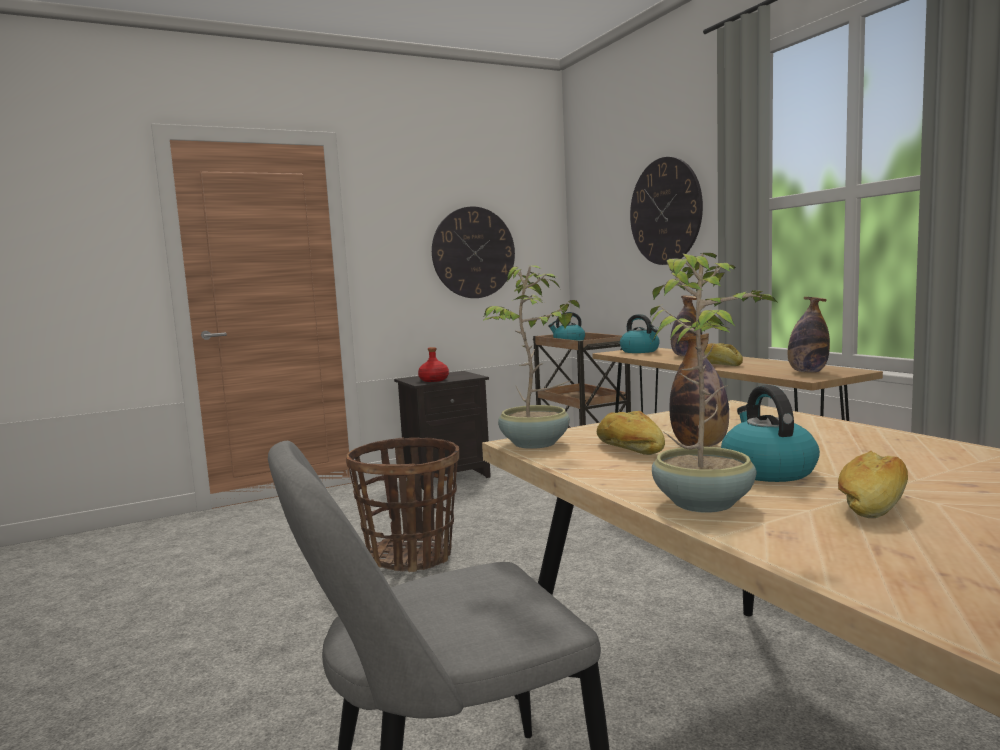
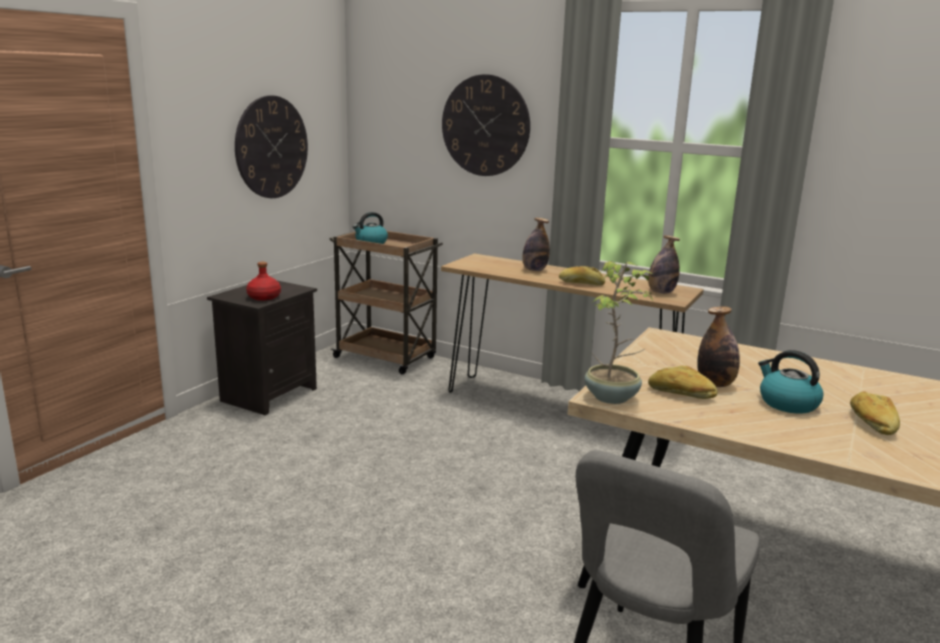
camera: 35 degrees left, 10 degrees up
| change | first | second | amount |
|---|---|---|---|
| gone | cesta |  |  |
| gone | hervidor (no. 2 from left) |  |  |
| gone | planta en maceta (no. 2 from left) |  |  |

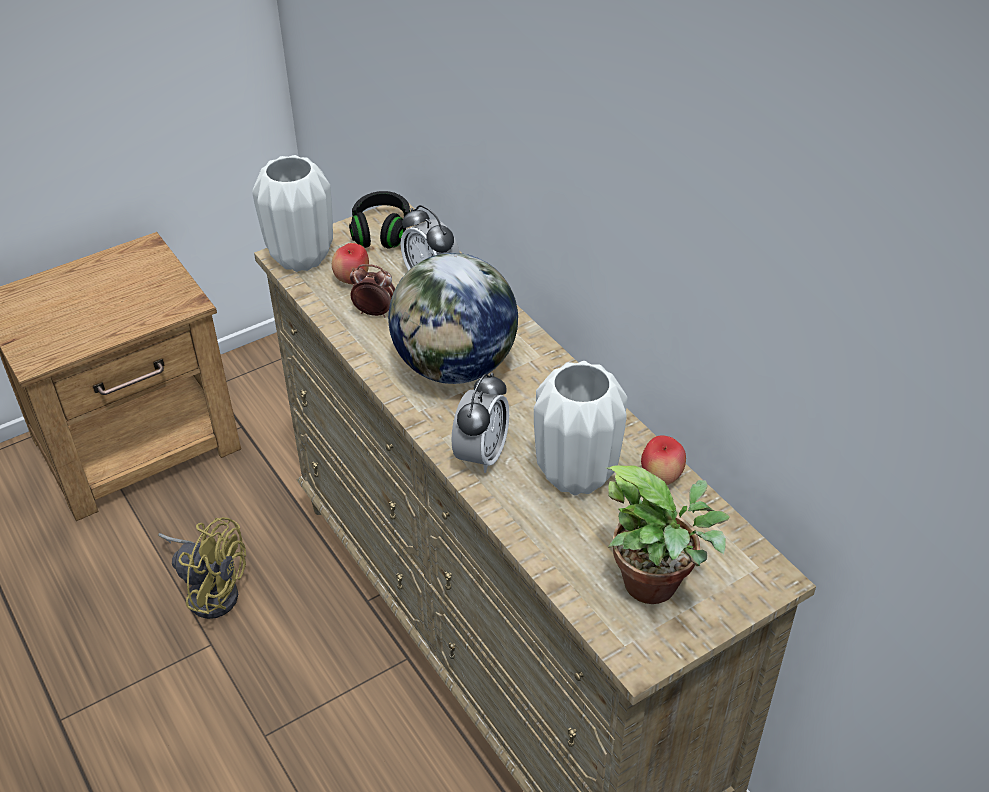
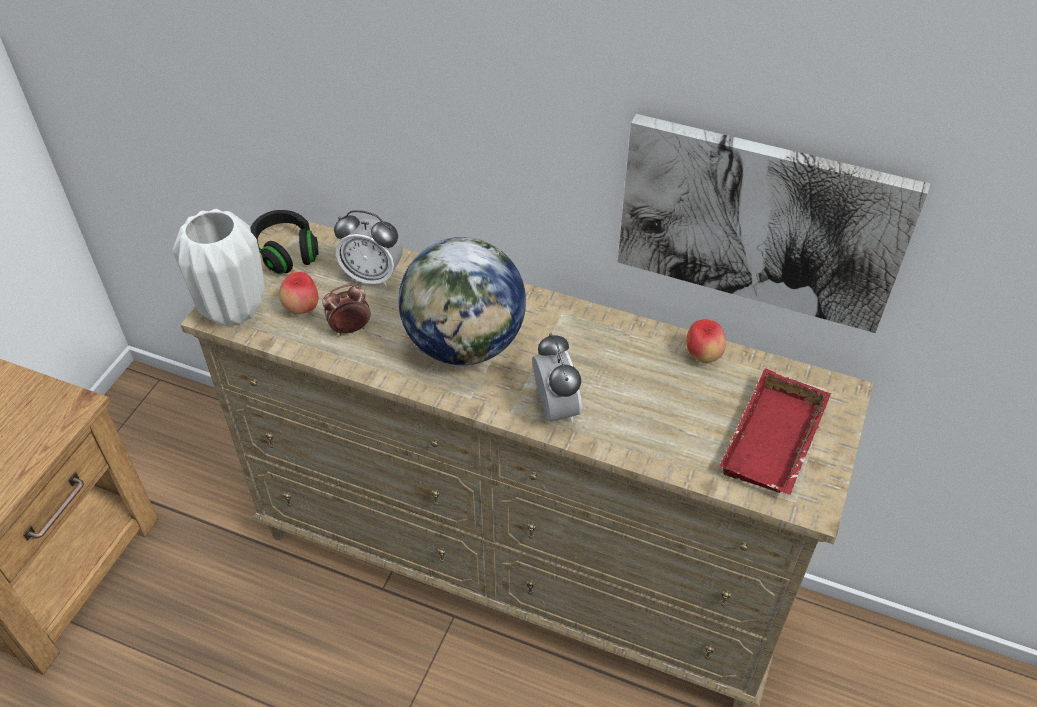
camera: 35 degrees left, 5 degrees up
| change | first | second | amount |
|---|---|---|---|
| gone | ventilador [amarillo] |  |  |
| gone | florero [blanco] (no. 2 from left) |  |  |
| swapped | planta en maceta | bandeja [rojo] |  |
| new |  | cuadro |  |

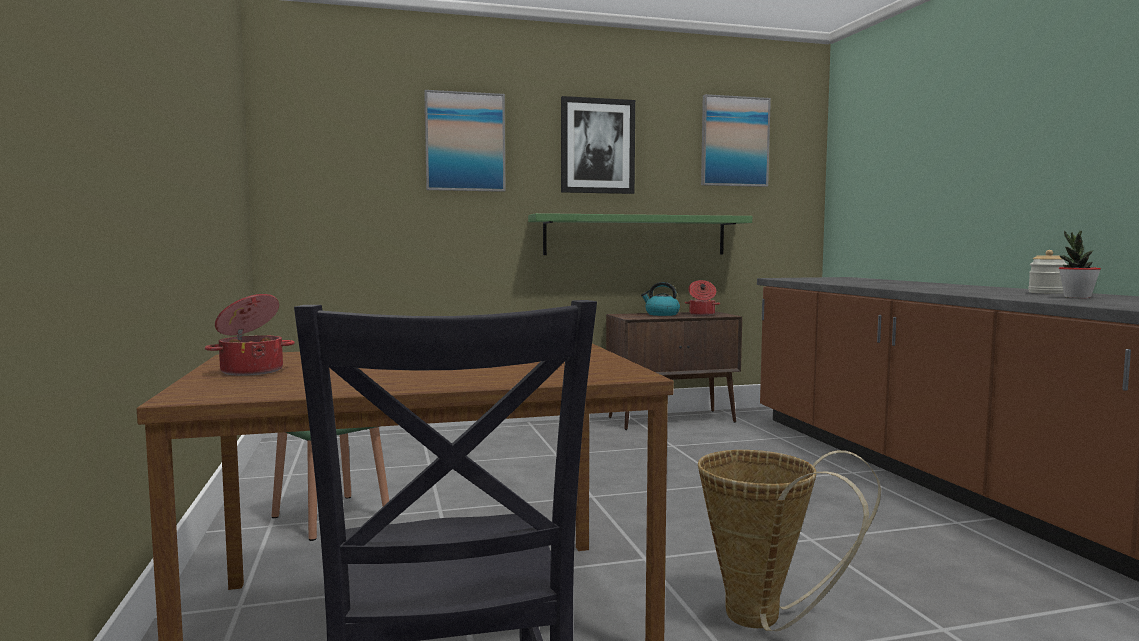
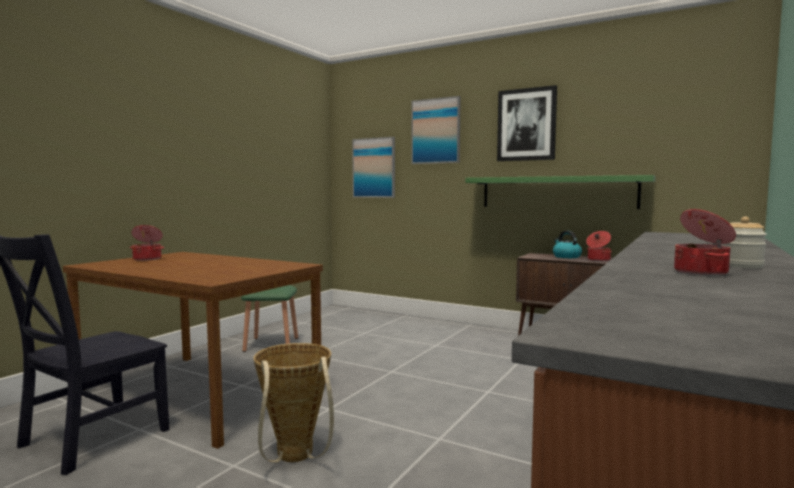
camera: 45 degrees right, 0 degrees up
| change | first | second | amount |
|---|---|---|---|
| shifted | cuadro (no. 3 from left in the first image) | cuadro (no. 1 from left) |  |
| swapped | planta en maceta | olla (no. 3 from left) |  |

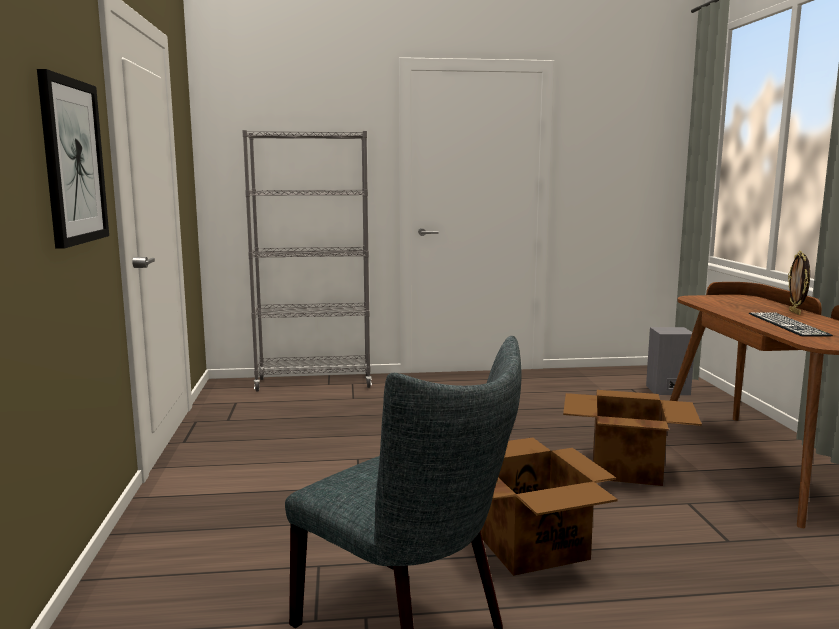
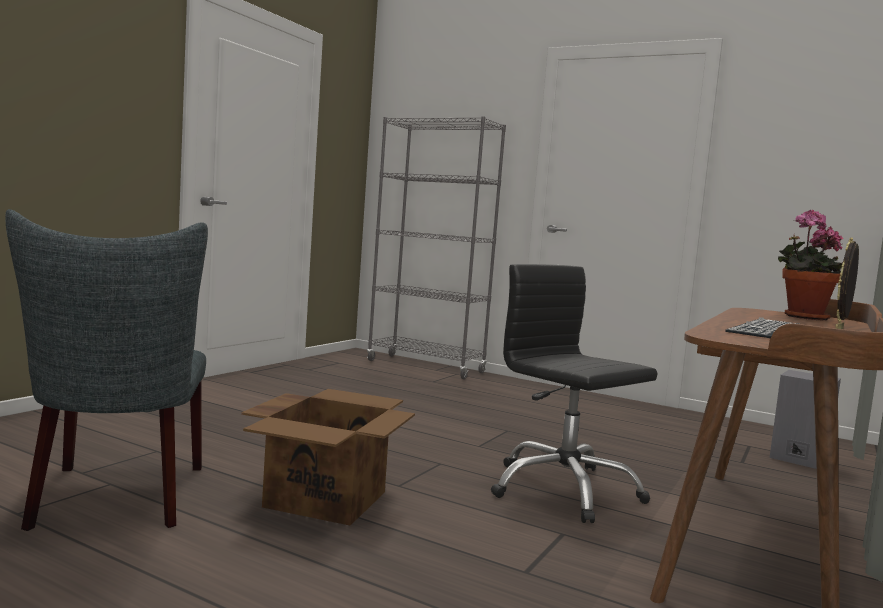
camera: 35 degrees right, 5 degrees down
| change | first | second | amount |
|---|---|---|---|
| gone | cuadro |  |  |
| swapped | caja de cartón (no. 2 from left) | silla de oficina [negro] |  |
| new |  | planta en maceta |  |

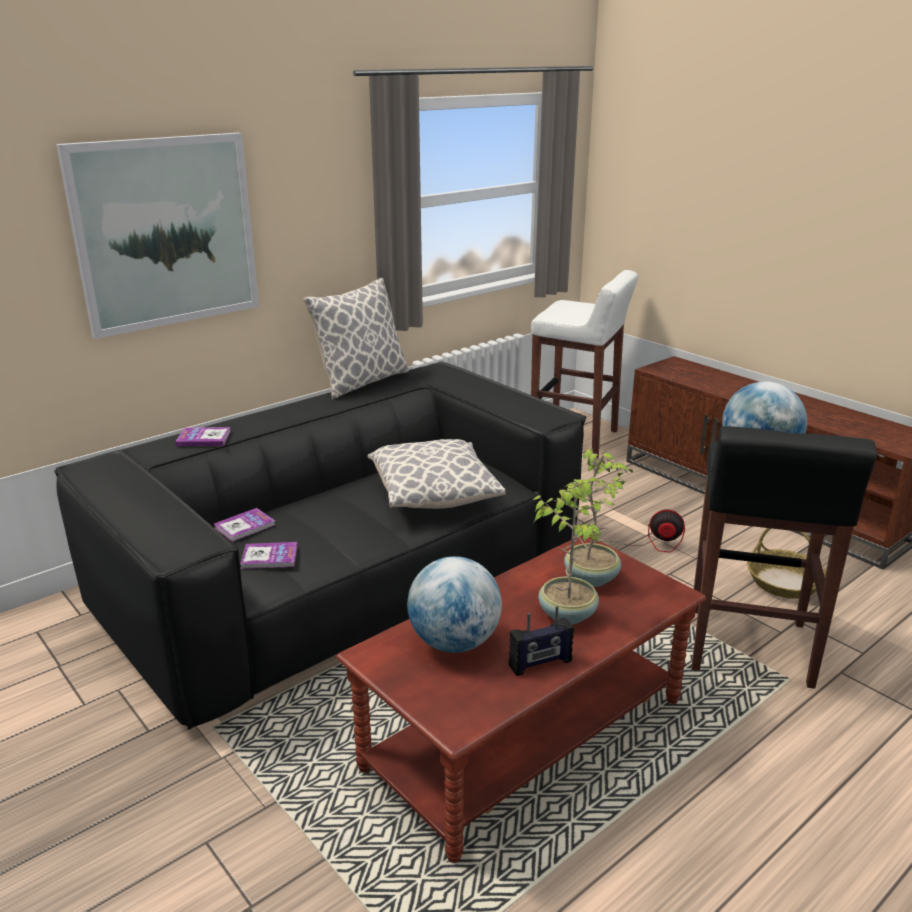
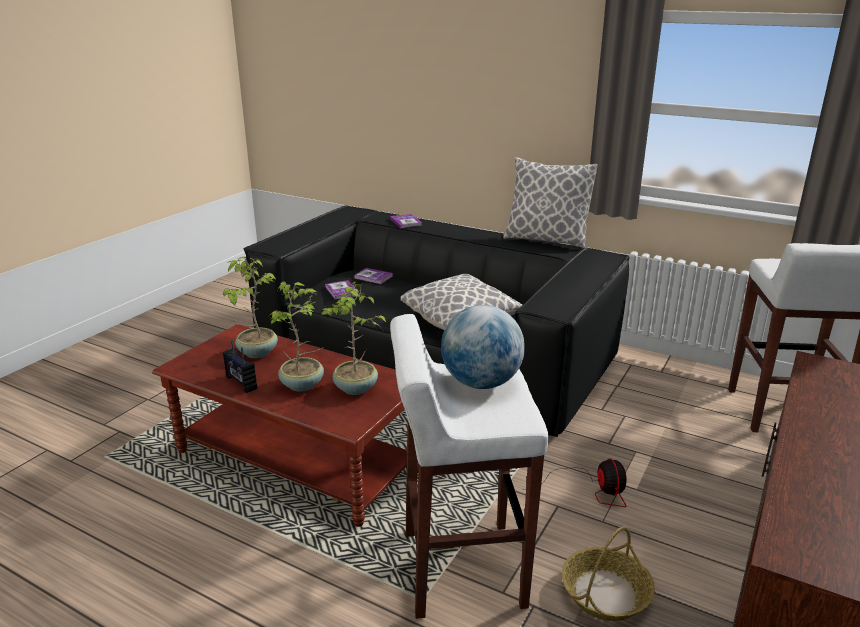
camera: 70 degrees right, 0 degrees up
| change | first | second | amount |
|---|---|---|---|
| gone | cuadro |  |  |
| swapped | globo terráqueo (no. 1 from left) | planta en maceta (no. 1 from left) |  |
| repainted | taburete [negro] | taburete [blanco] (no. 1 from left) |  |

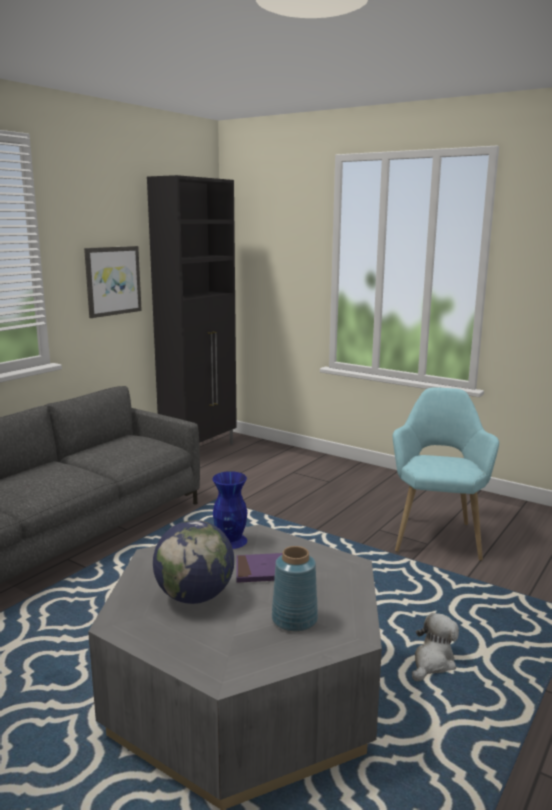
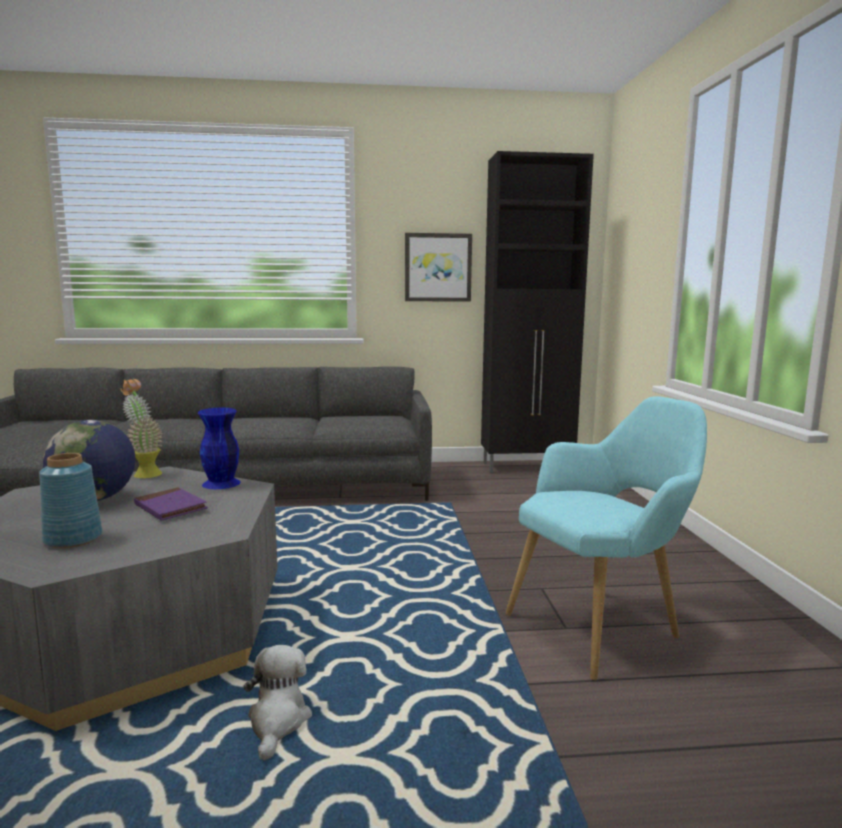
camera: 50 degrees right, 5 degrees down
| change | first | second | amount |
|---|---|---|---|
| rotated | peluche |  | 90 degrees counterclockwise |
| new |  | planta en maceta |  |

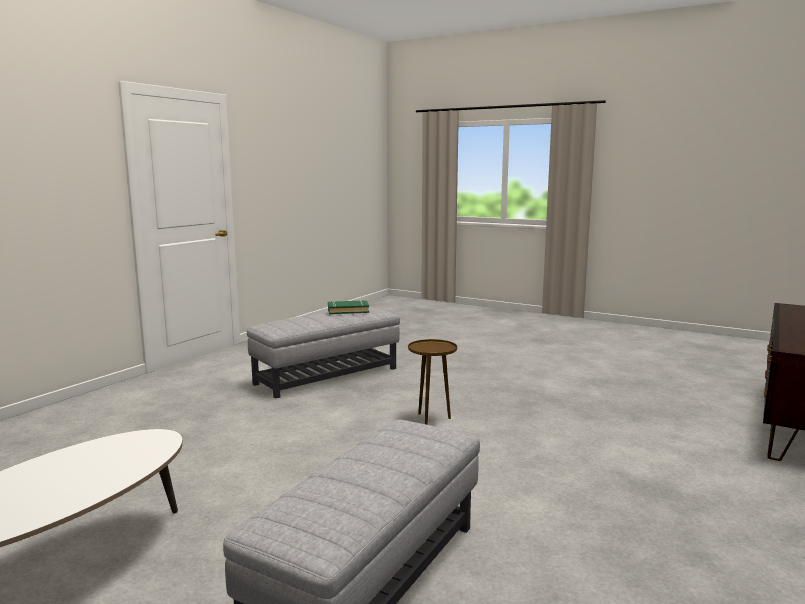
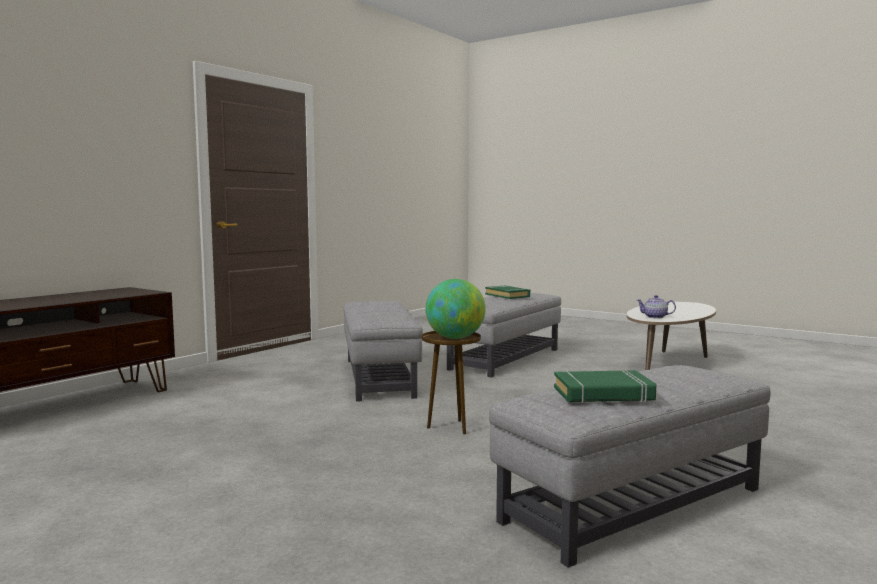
camera: 175 degrees left, 5 degrees down
| change | first | second | amount |
|---|---|---|---|
| new |  | puf [gris] (no. 1 from left) |  |
| new |  | globo terráqueo |  |
| new |  | libro [verde] (no. 1 from left) |  |
| new |  | tetera |  |

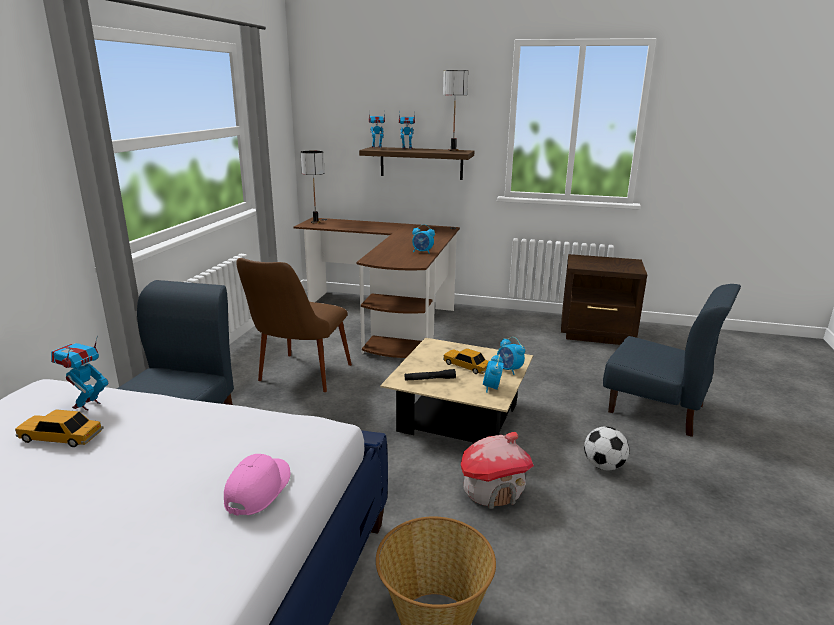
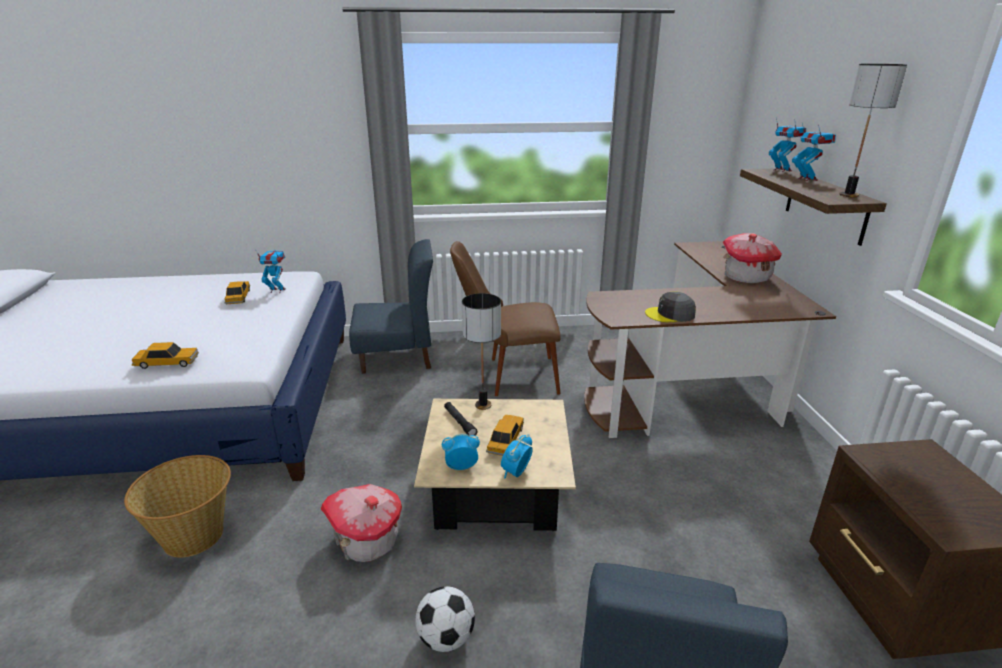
camera: 70 degrees right, 5 degrees up
| change | first | second | amount |
|---|---|---|---|
| swapped | gorra [rosa] | coche de juguete (no. 1 from left) |  |
| shifted | lámpara de mesa (no. 1 from left) |  |  |
| swapped | despertador (no. 1 from left) | gorra [gris] |  |
| new |  | casita (no. 2 from left) |  |

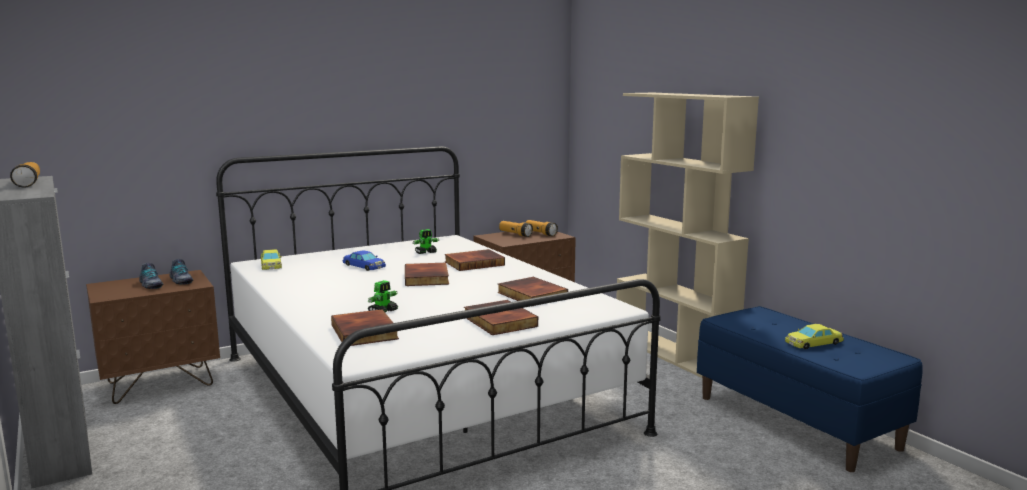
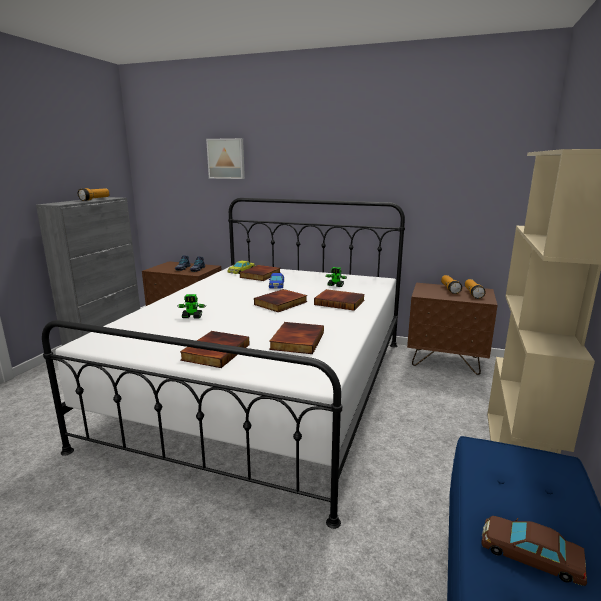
camera: 50 degrees right, 5 degrees up
| change | first | second | amount |
|---|---|---|---|
| shifted | libro (no. 1 from left in the first image) | libro (no. 2 from left) |  |
| repainted | coche de juguete [amarillo] (no. 2 from left) | coche de juguete [marrón] |  |
| new |  | cuadro |  |

